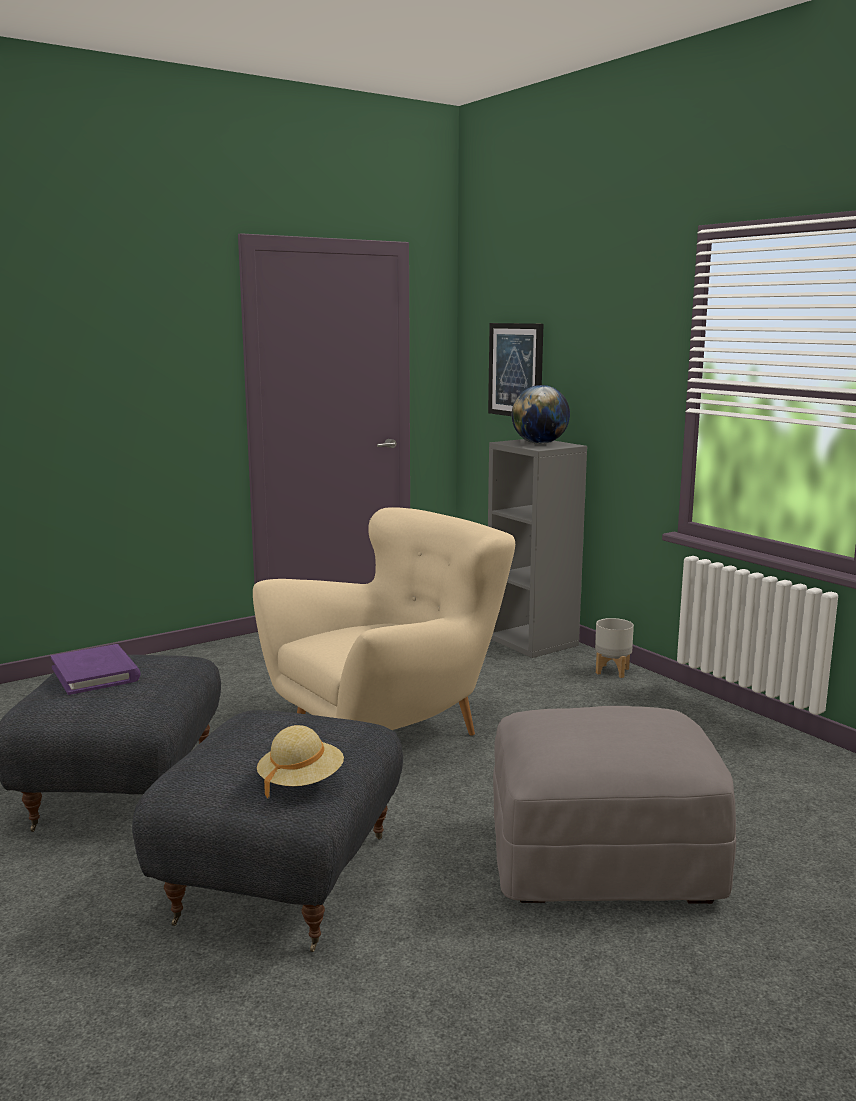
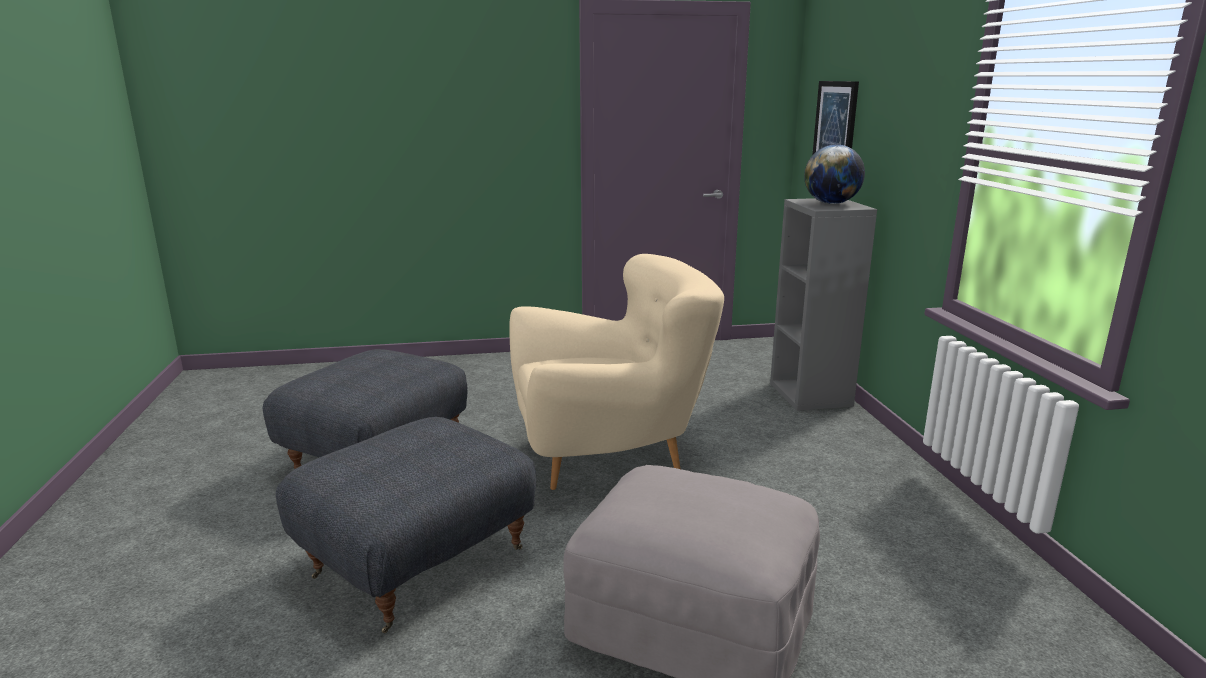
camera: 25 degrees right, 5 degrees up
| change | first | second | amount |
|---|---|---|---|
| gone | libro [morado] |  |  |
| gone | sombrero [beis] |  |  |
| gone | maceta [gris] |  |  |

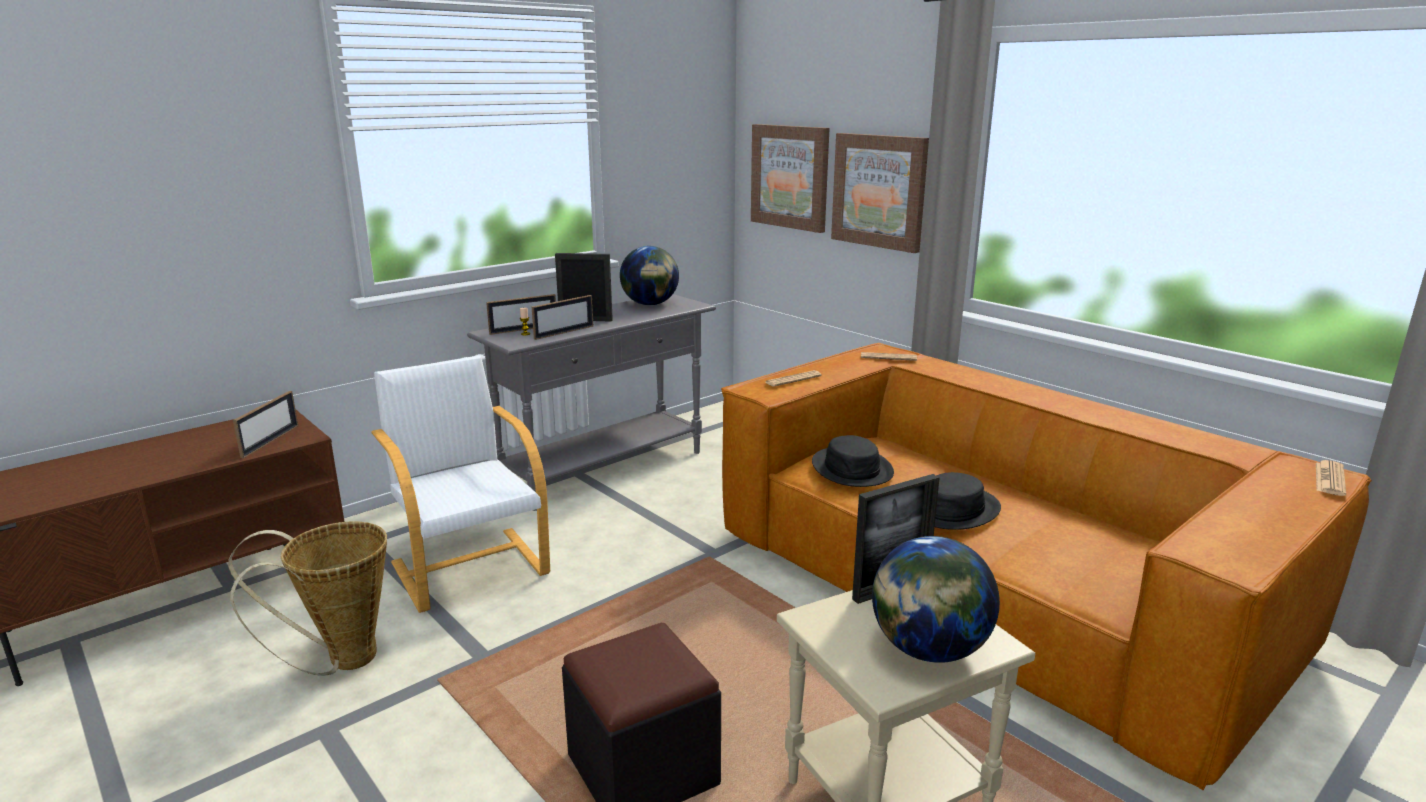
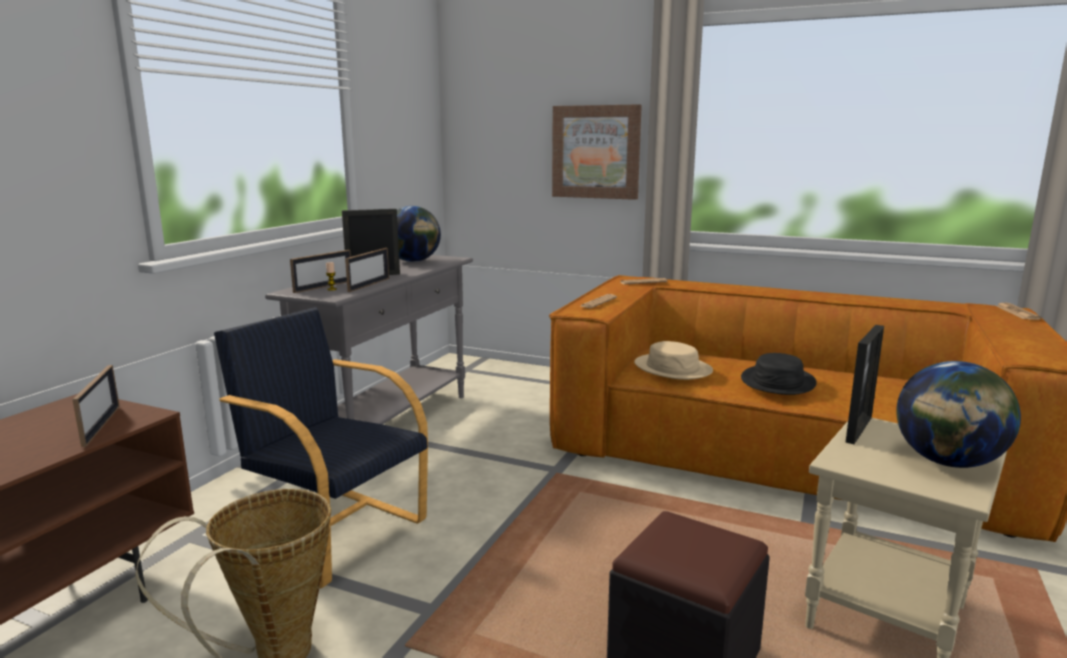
camera: 25 degrees left, 5 degrees down
| change | first | second | amount |
|---|---|---|---|
| repainted | sillón [blanco] | sillón [negro] |  |
| gone | cuadro (no. 1 from left) |  |  |
| repainted | sombrero [negro] (no. 1 from left) | sombrero [beis] |  |

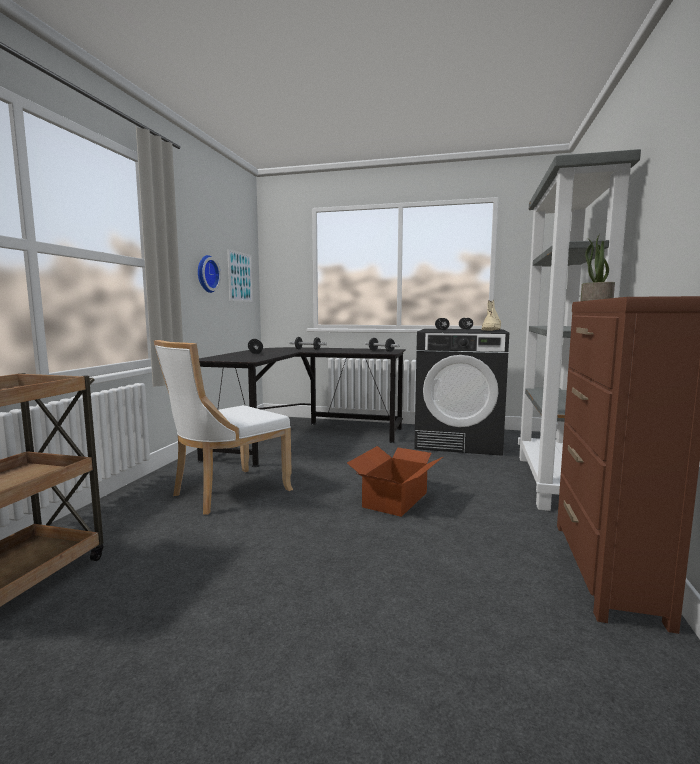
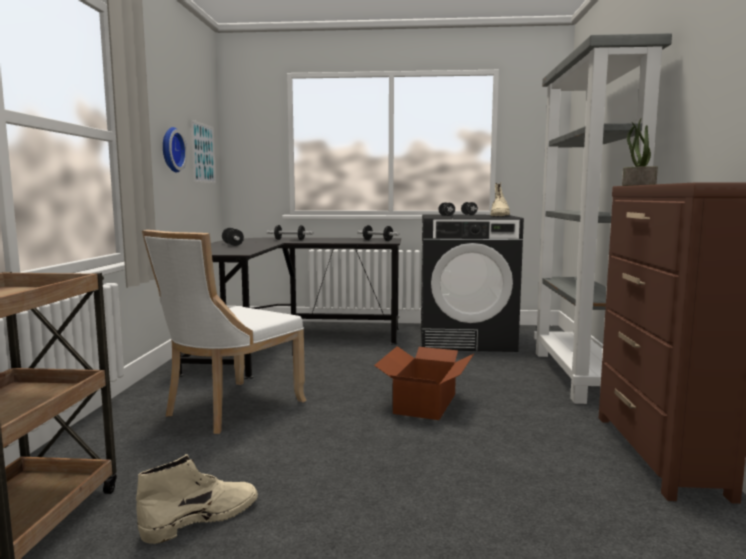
camera: 10 degrees left, 0 degrees up
| change | first | second | amount |
|---|---|---|---|
| new |  | bota [beis] (no. 1 from left) |  |

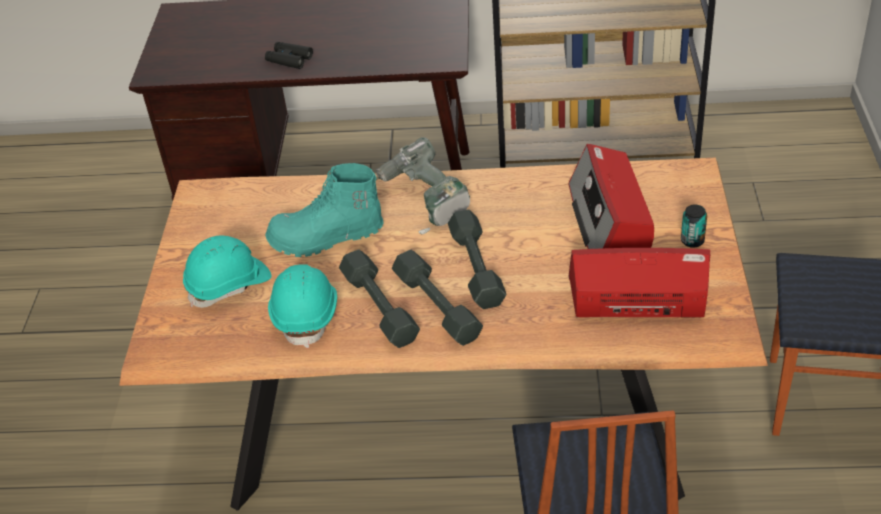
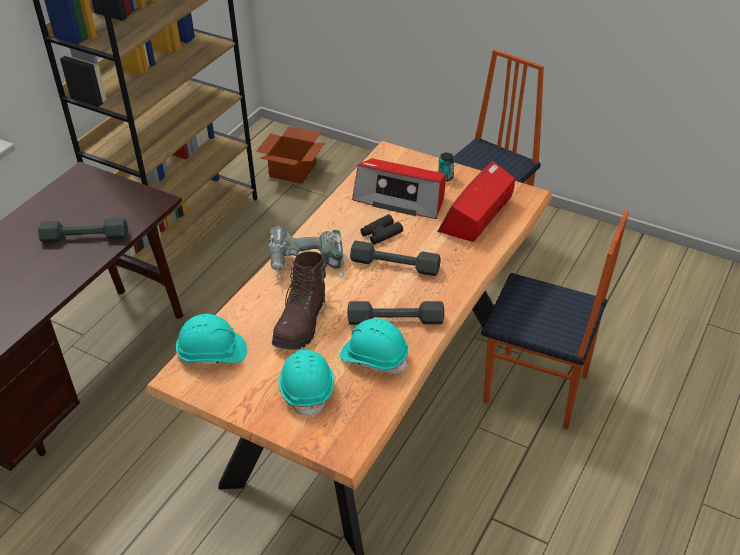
camera: 65 degrees left, 0 degrees up
| change | first | second | amount |
|---|---|---|---|
| shifted | prismáticos [negro] |  |  |
| repainted | bota [turquesa] | bota [marrón] |  |
| shifted | mancuerna [gris] (no. 2 from left in the first image) | mancuerna [gris] (no. 1 from left) |  |
| new |  | casco [turquesa] (no. 1 from left) |  |
| new |  | caja de cartón |  |

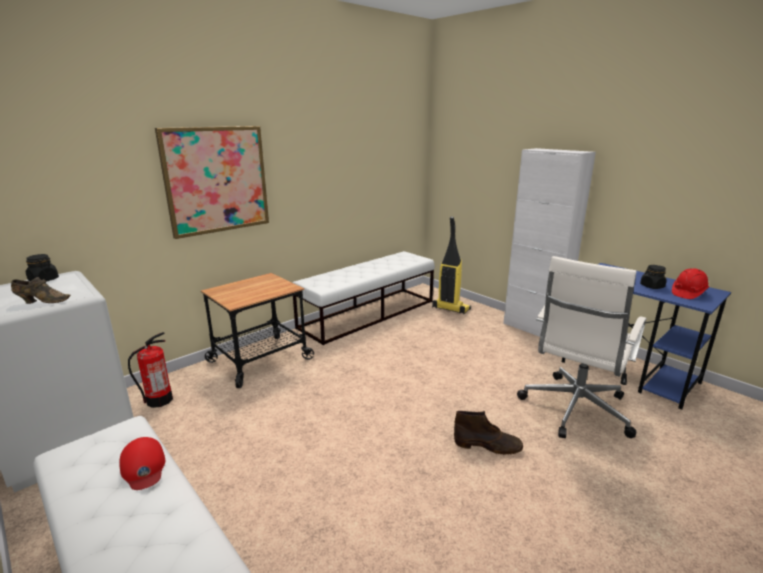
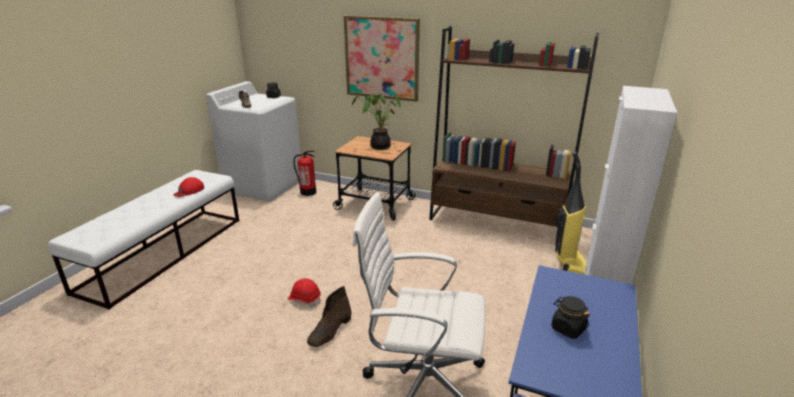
camera: 65 degrees right, 5 degrees up
| change | first | second | amount |
|---|---|---|---|
| swapped | banco [blanco] (no. 2 from left) | estantería [marrón] |  |
| rotated | bota [marrón] |  | 45 degrees clockwise |
| shifted | casco [rojo] |  |  |
| new |  | planta en maceta |  |

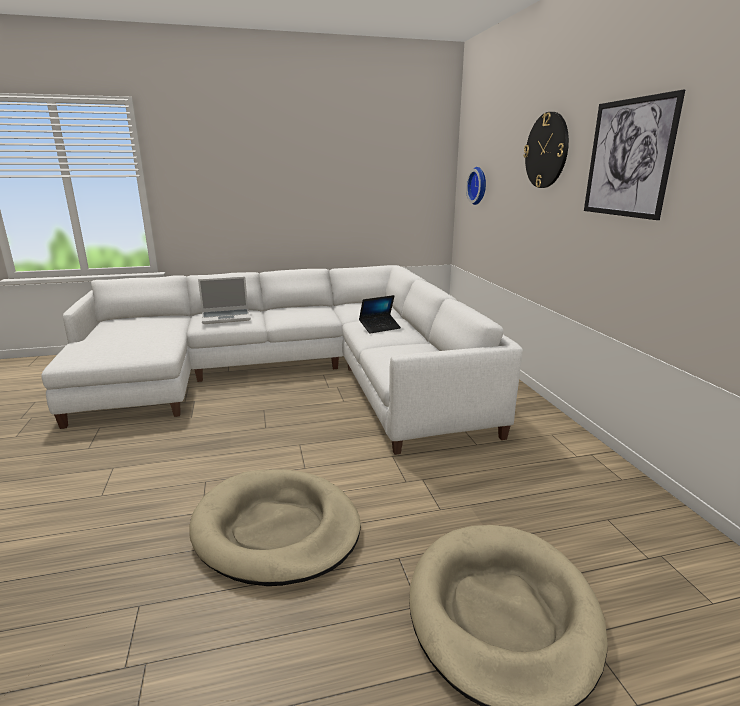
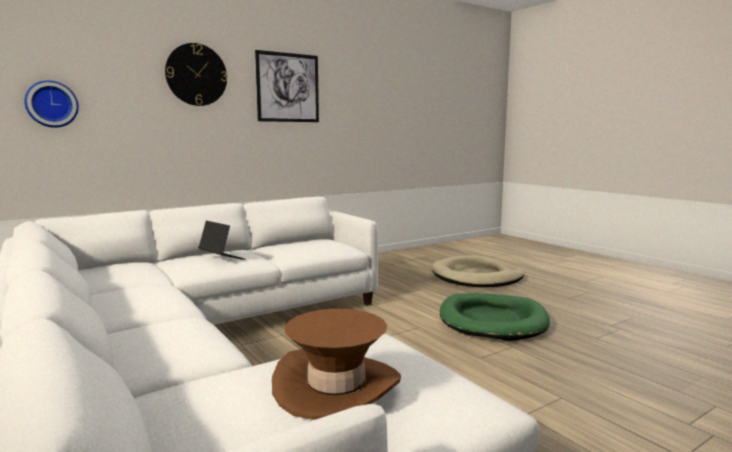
camera: 110 degrees left, 10 degrees down
| change | first | second | amount |
|---|---|---|---|
| repainted | cama para perro [beis] (no. 1 from left) | cama para perro [verde] |  |
| gone | portátil (no. 1 from left) |  |  |
| new |  | sombrero [marrón] |  |

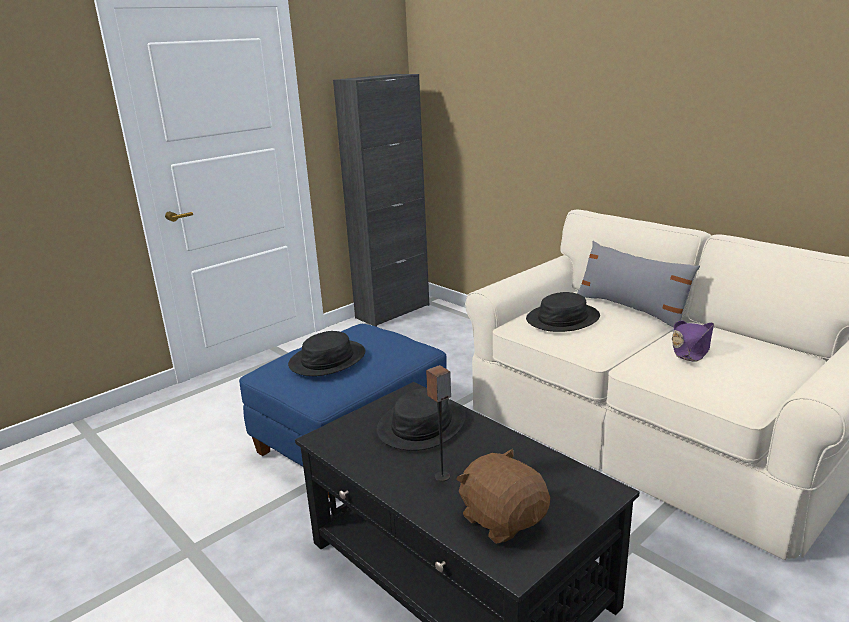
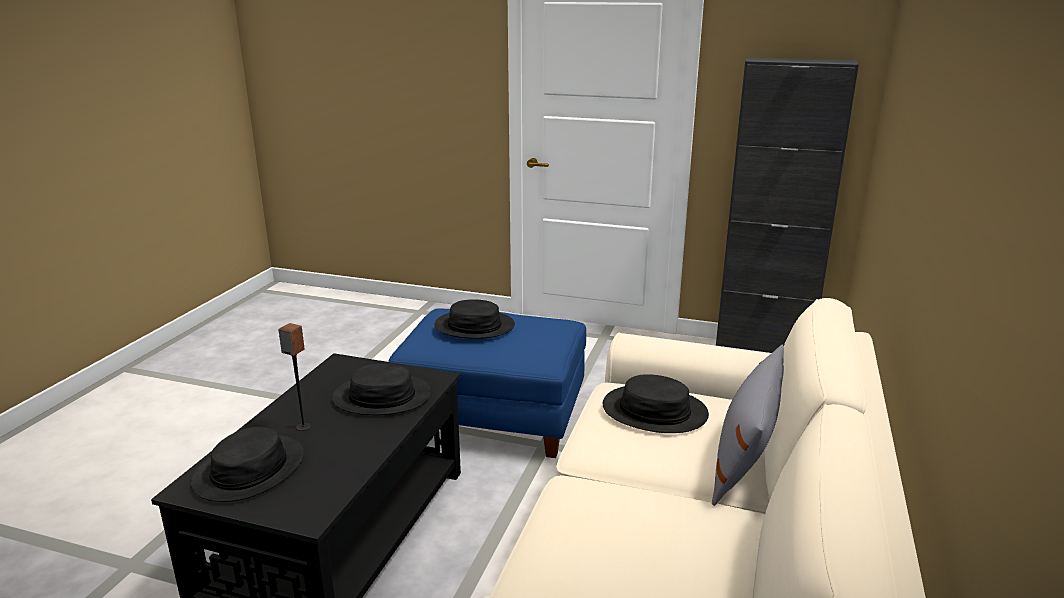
camera: 60 degrees right, 0 degrees up
| change | first | second | amount |
|---|---|---|---|
| swapped | peluche [marrón] | sombrero [negro] (no. 1 from left) |  |
| gone | sombrero [morado] |  |  |

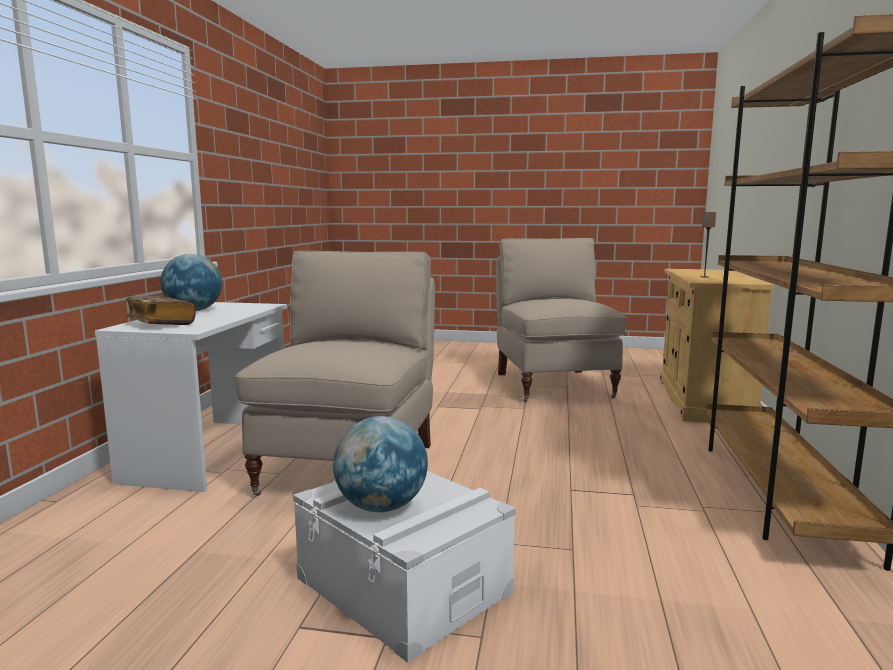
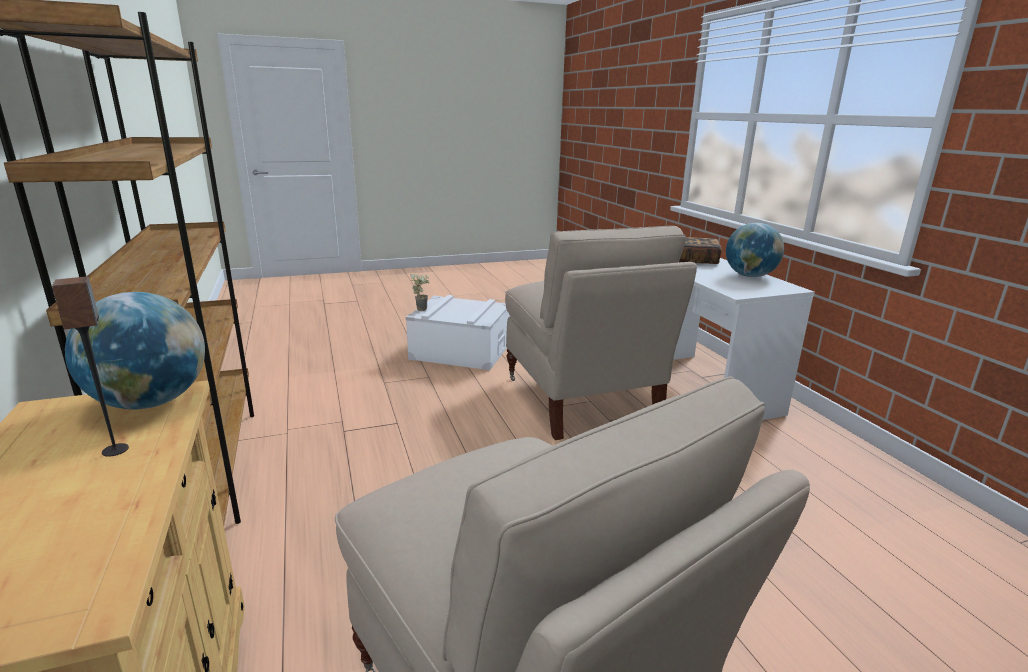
camera: 150 degrees right, 10 degrees up
| change | first | second | amount |
|---|---|---|---|
| shifted | globo terráqueo (no. 2 from left in the first image) | globo terráqueo (no. 1 from left) |  |
| new |  | planta en maceta |  |

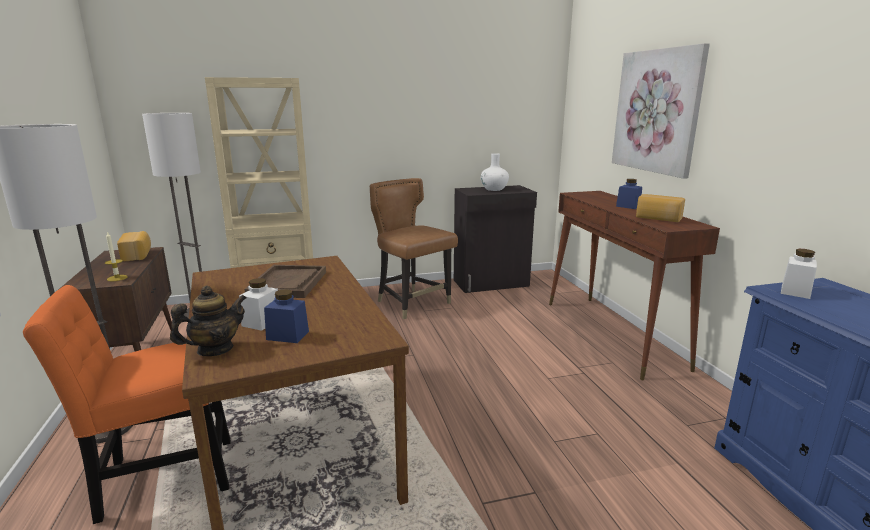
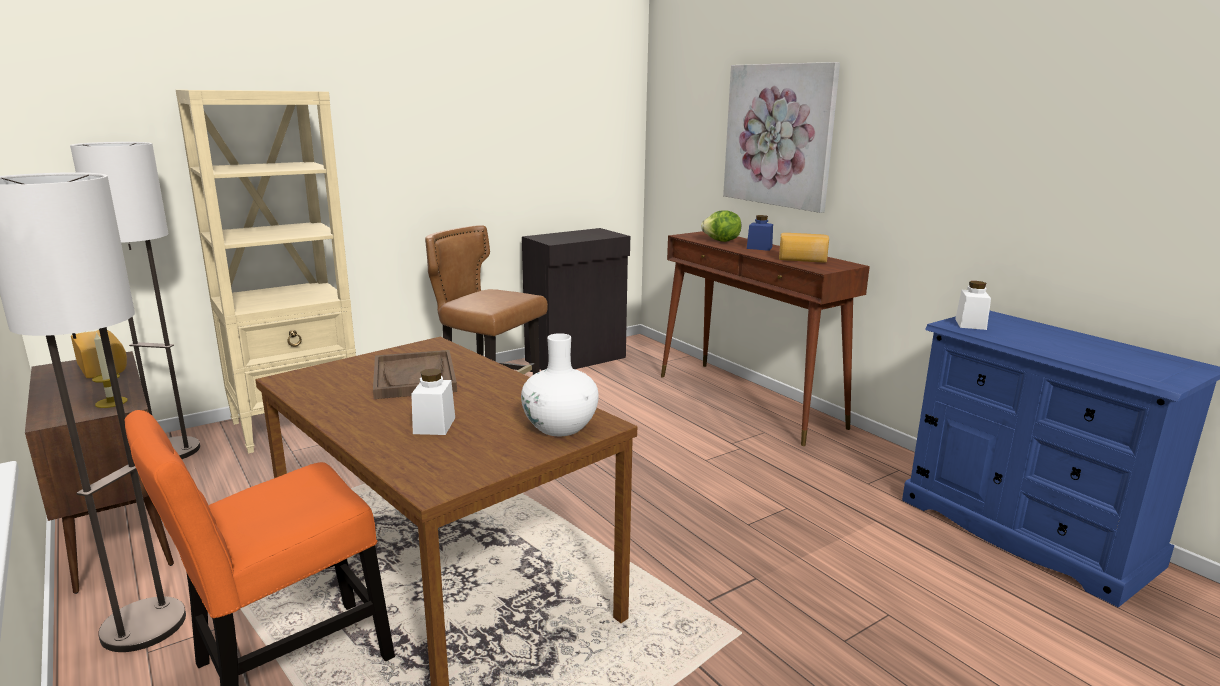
camera: 20 degrees left, 0 degrees up
| change | first | second | amount |
|---|---|---|---|
| gone | tetera |  |  |
| gone | tarro [azul] (no. 1 from left) |  |  |
| shifted | florero [blanco] |  |  |
| new |  | lechuga |  |

